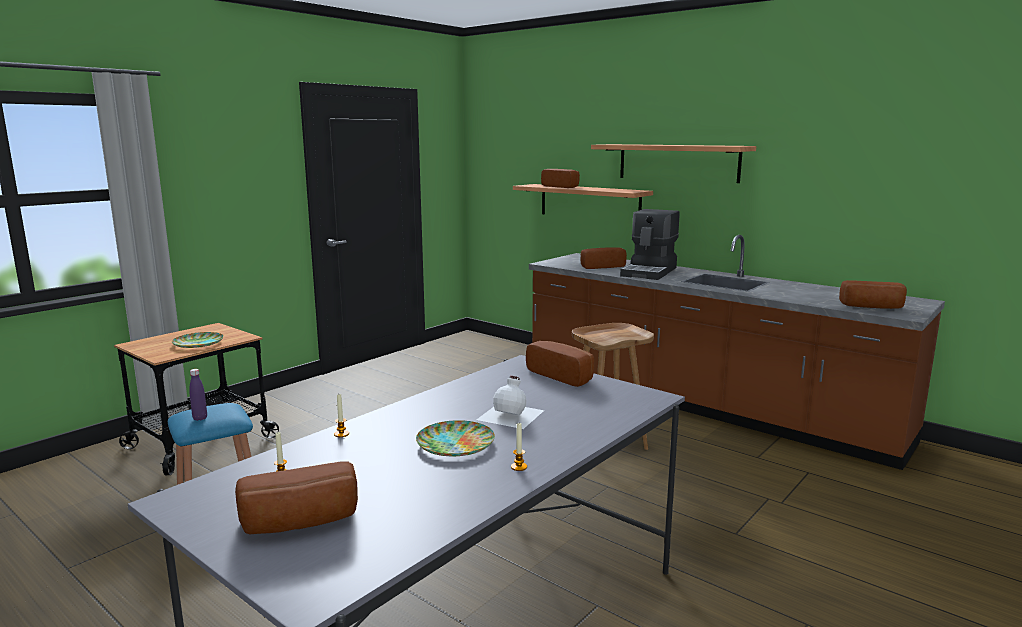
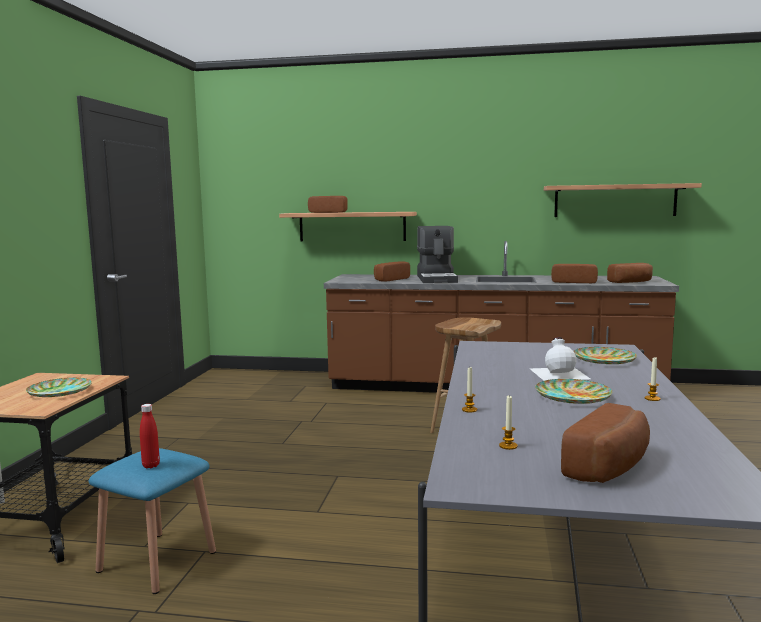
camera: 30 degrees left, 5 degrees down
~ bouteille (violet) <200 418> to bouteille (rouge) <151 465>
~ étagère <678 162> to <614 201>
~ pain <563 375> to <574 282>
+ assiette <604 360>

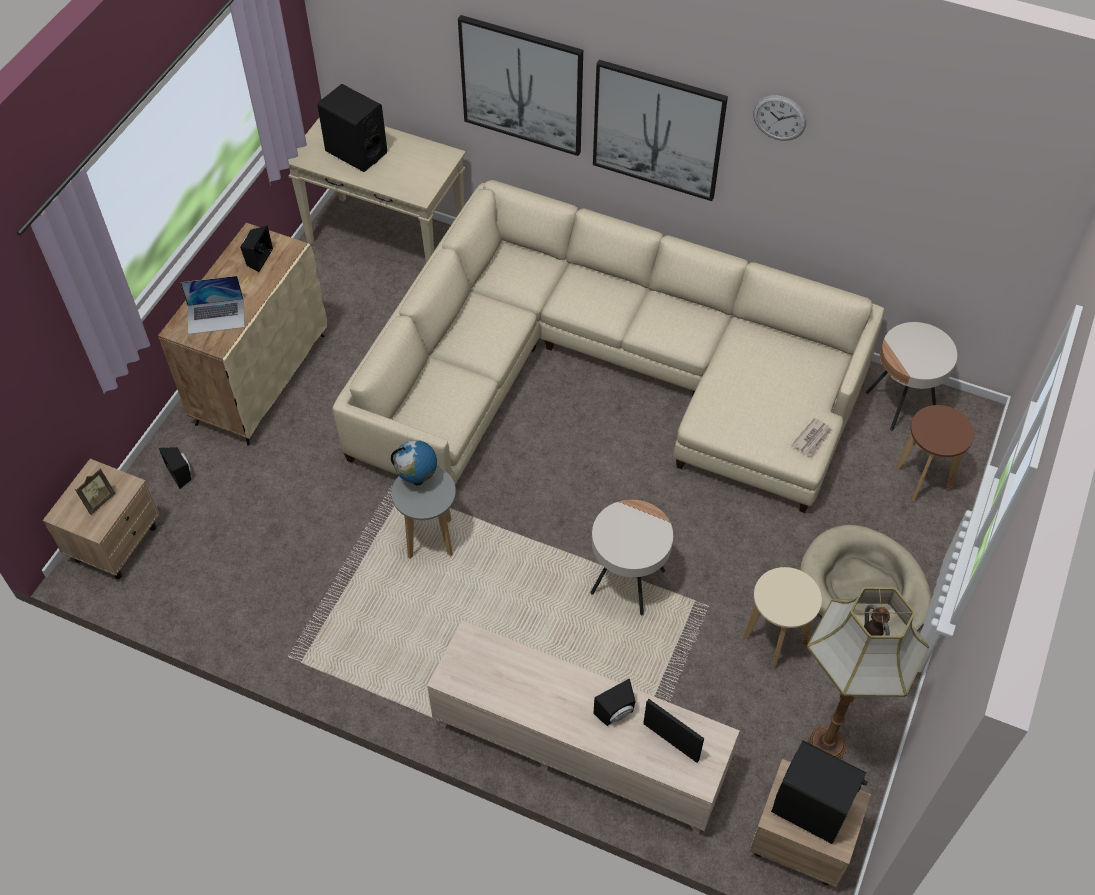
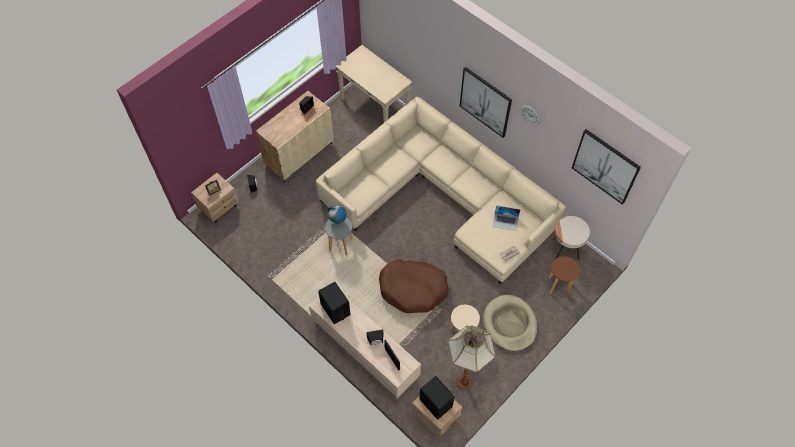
camera: 20 degrees right, 5 degrees up
~ enceinte (noir) <356 152> to <335 309>
~ table d'appoint (beige) <628 582> to panier pour chien (marron) <413 289>
~ ordinateur portable <216 316> to <505 222>
~ tableau <522 85> to <605 166>

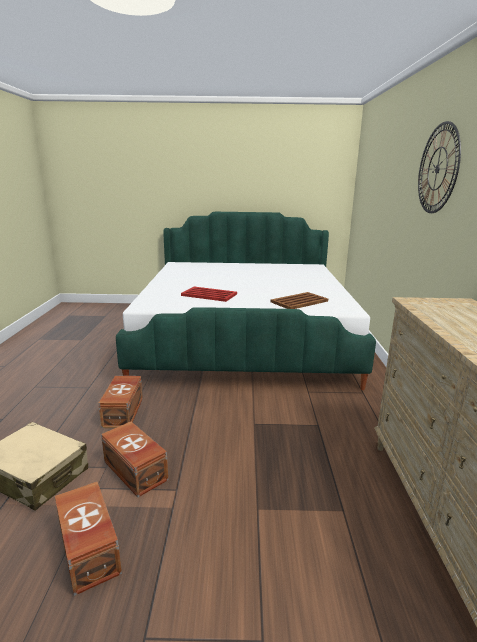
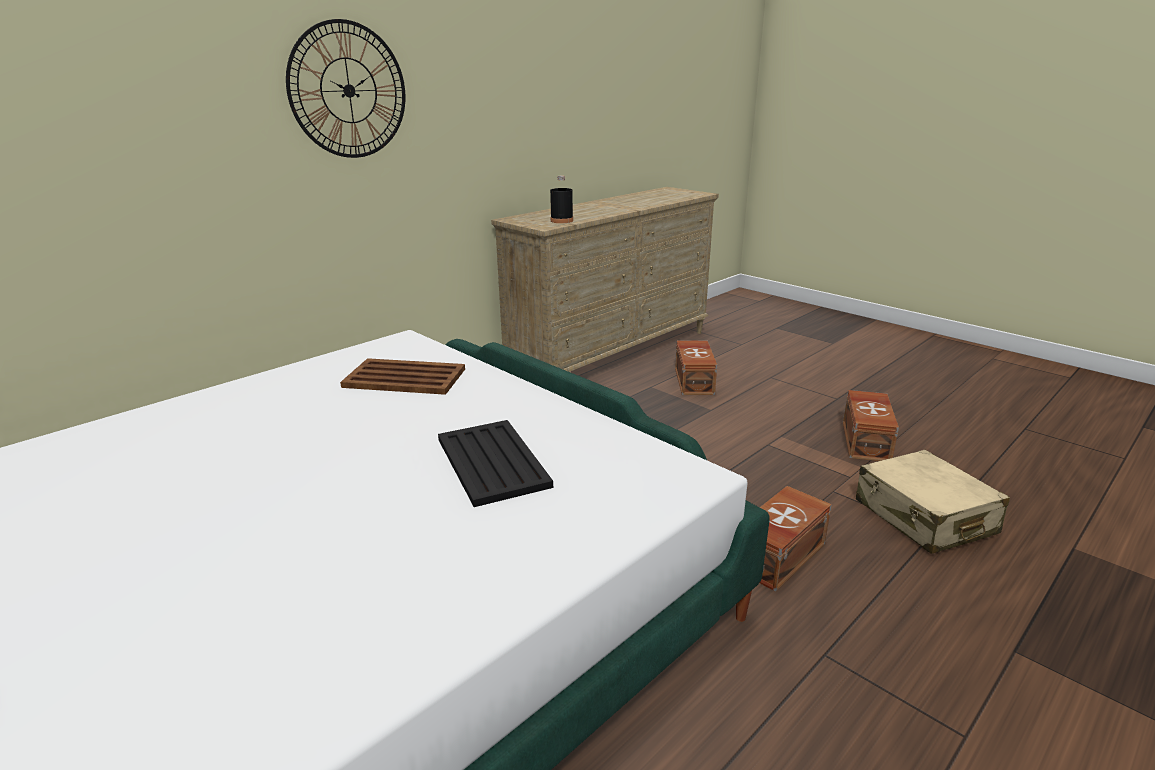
camera: 135 degrees left, 5 degrees up
~ plateau (rouge) <209 295> to plateau (noir) <492 461>
+ bouteille (noir) <561 221>
~ boîte de rangement (marron) <135 471> to <694 380>

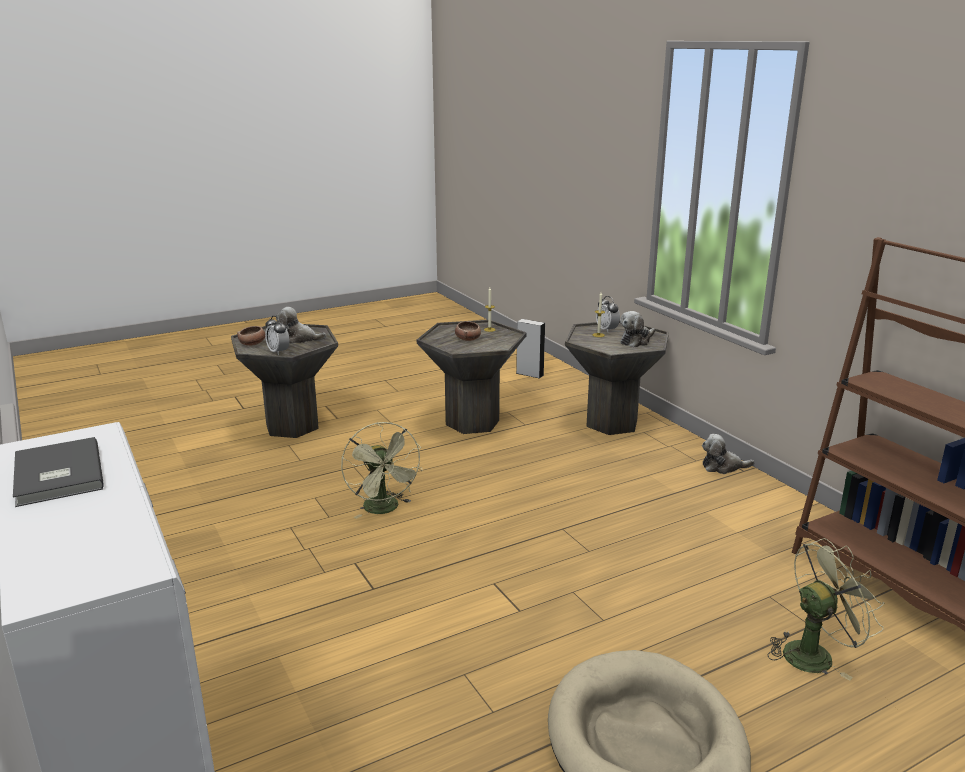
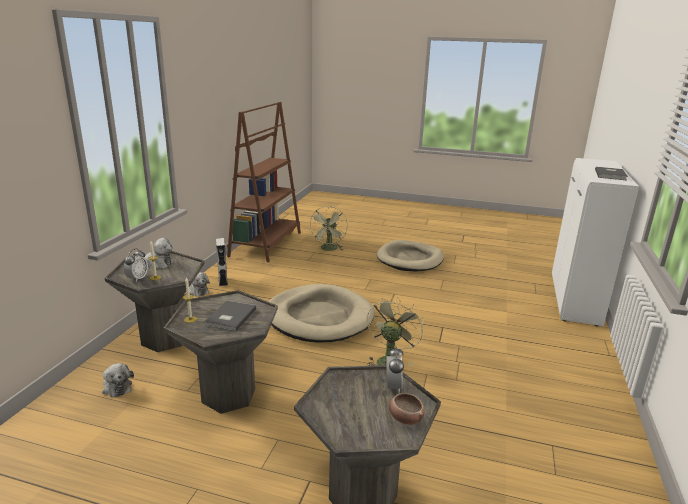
camera: 135 degrees left, 0 degrees up
~ peluche <298 339> to <117 386>
~ bol <468 339> to livre (gris) <229 317>
~ enceinte (gris) <529 374> to <223 281>
+ panier pour chien (beige) <318 317>
~ ventilateur (vert) <815 653> = <329 249> 105 degrees counterclockwise

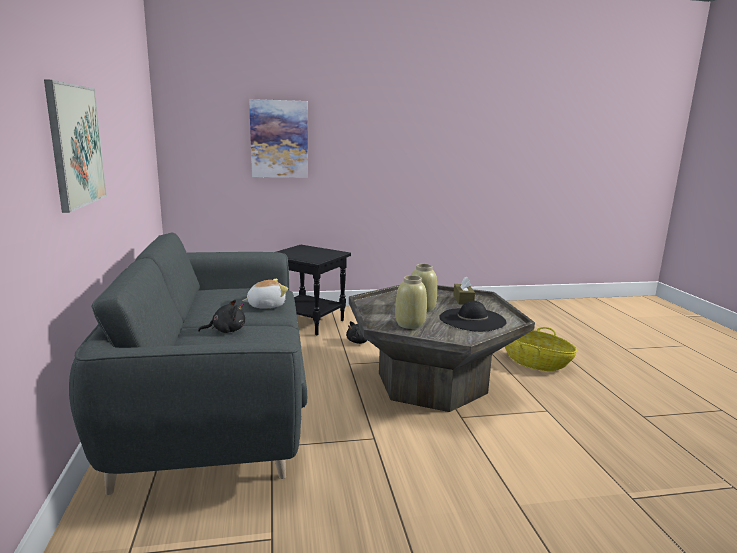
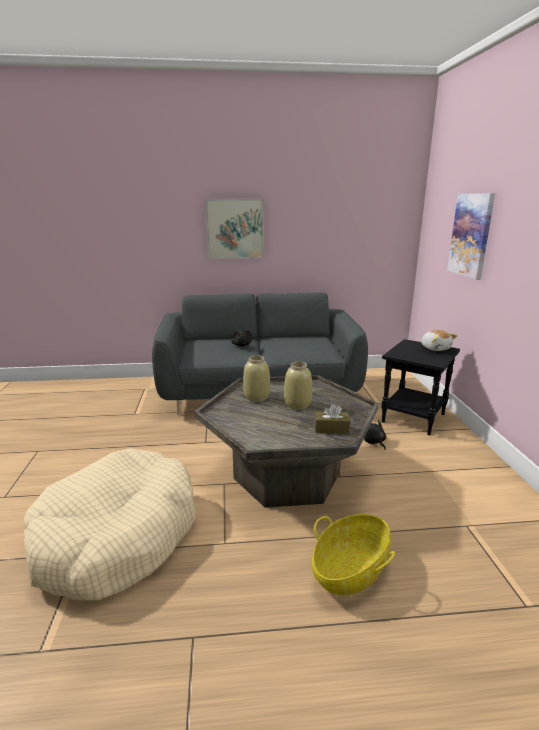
camera: 95 degrees right, 5 degrees up
+ panier pour chien (beige) <117 536>
~ peluche <266 305> to <435 348>
- chapeau (noir) <472 319>

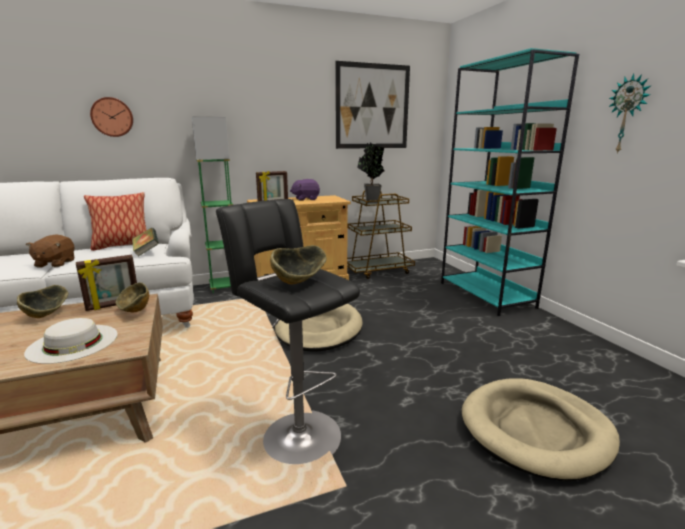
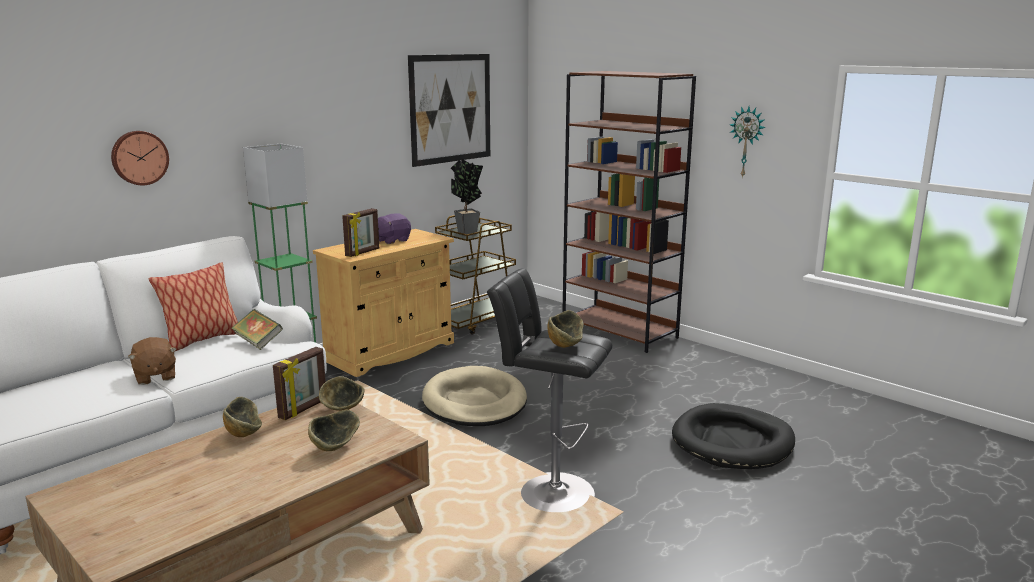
camera: 25 degrees left, 0 degrees up
~ chapeau (blanc) <73 343> to bol <334 447>
~ bibliothèque (turquoise) <486 295> to bibliothèque (marron) <620 332>
~ panier pour chien (beige) <535 430> to panier pour chien (noir) <733 442>

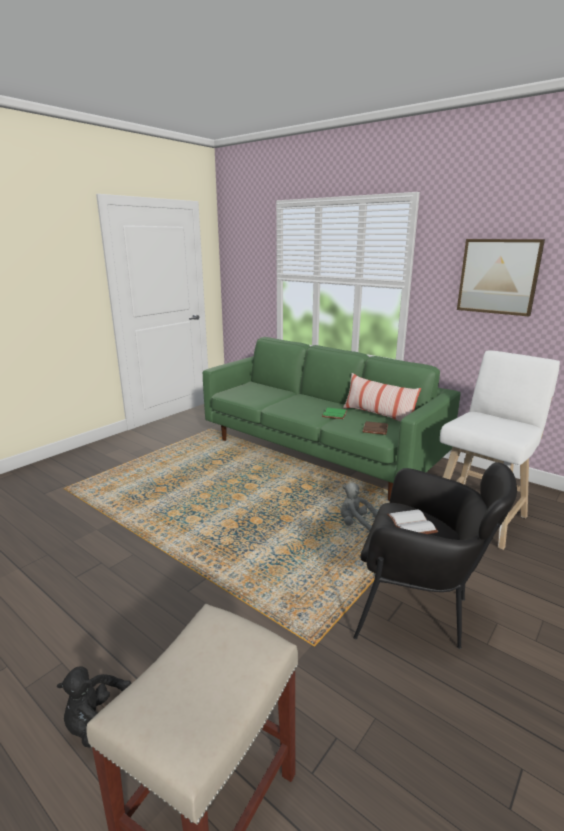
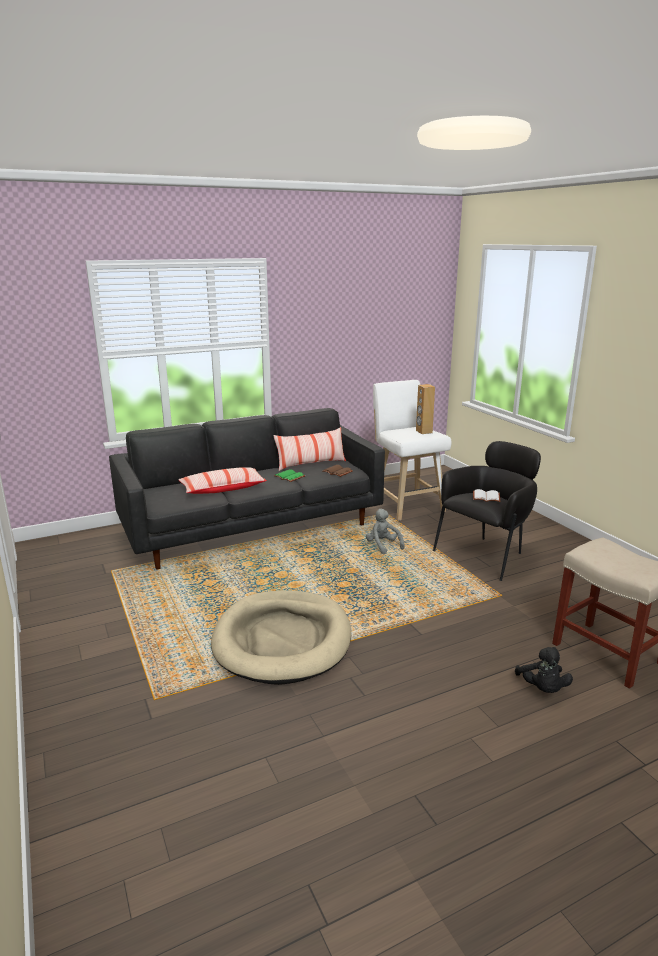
camera: 65 degrees left, 0 degrees up
~ canapé (vert) <318 454> to canapé (noir) <253 529>
+ coussin <223 489>
+ panier pour chien (beige) <282 640>
~ peluche (gris) <357 524> = <383 546> 105 degrees clockwise
+ enceinte (marron) <423 432>
- tableau <498 276>

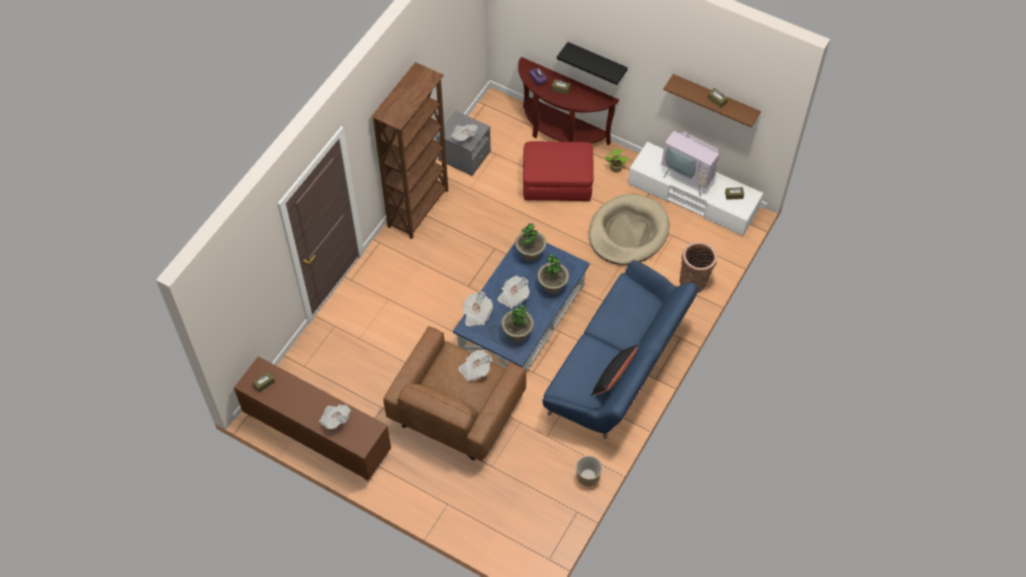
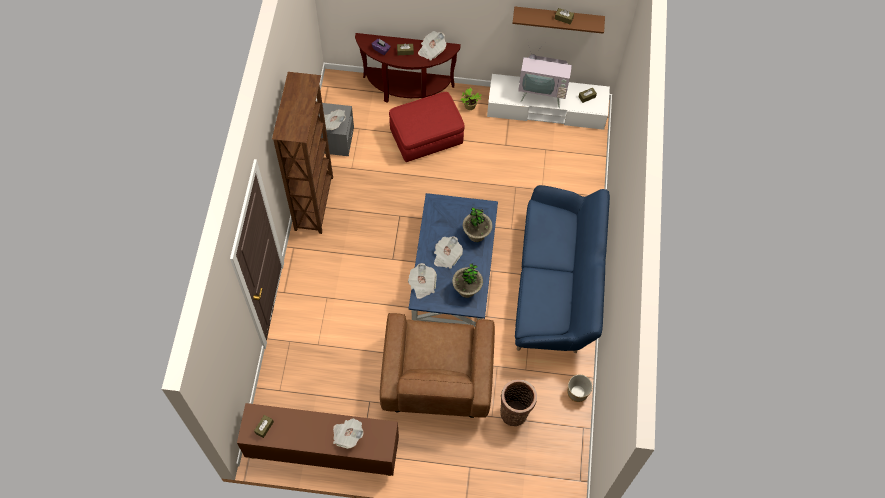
camera: 25 degrees left, 5 degrees up
~ journal <475 369> to <431 50>
~ panier <694 281> to <515 411>
- plante en pot <530 254>
- étagère (noir) <596 62>
- panier pour chien (beige) <628 232>
- coussin (noir) <613 377>

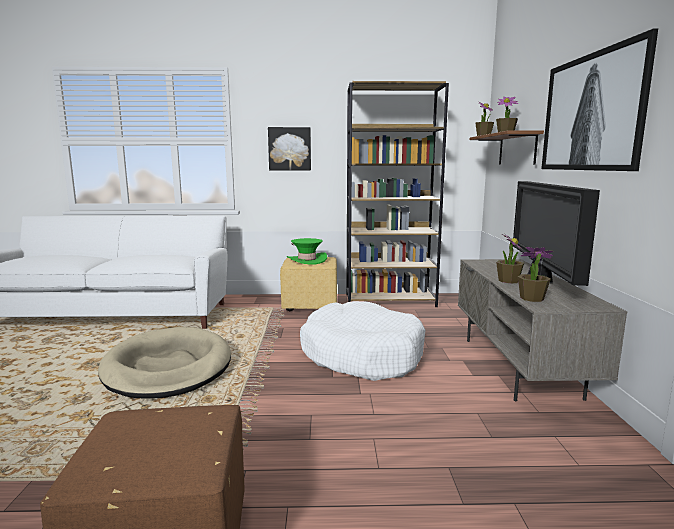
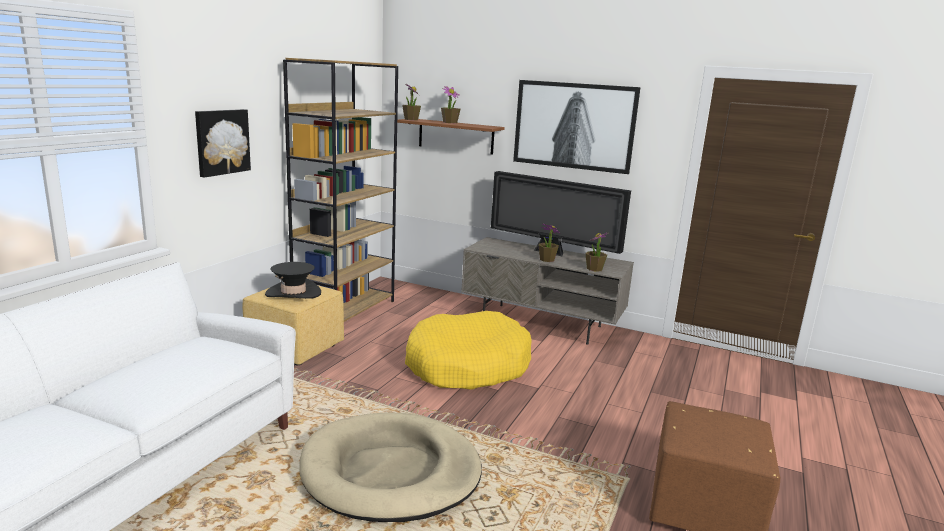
camera: 65 degrees left, 5 degrees up
~ chapeau (vert) <307 260> to chapeau (noir) <293 293>
~ panier pour chien (blanc) <361 355> to panier pour chien (jaune) <467 366>

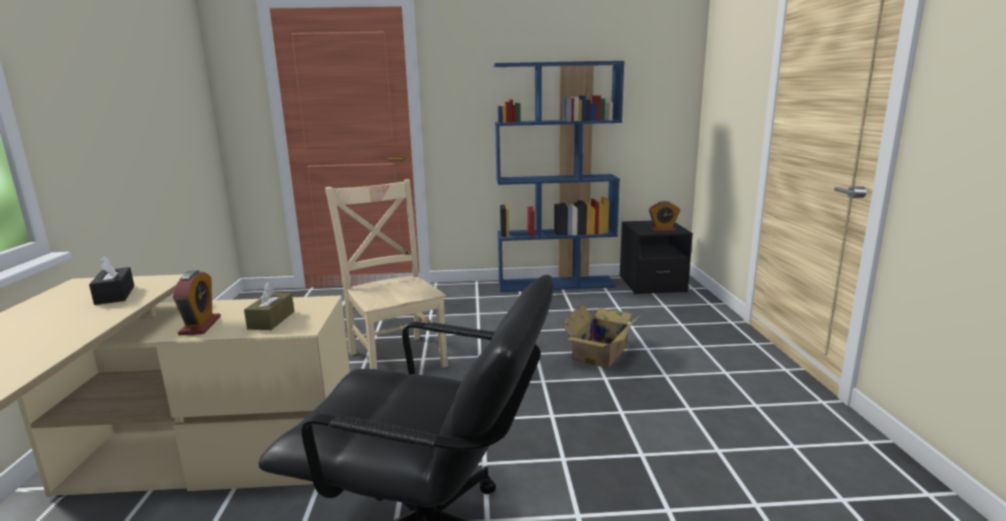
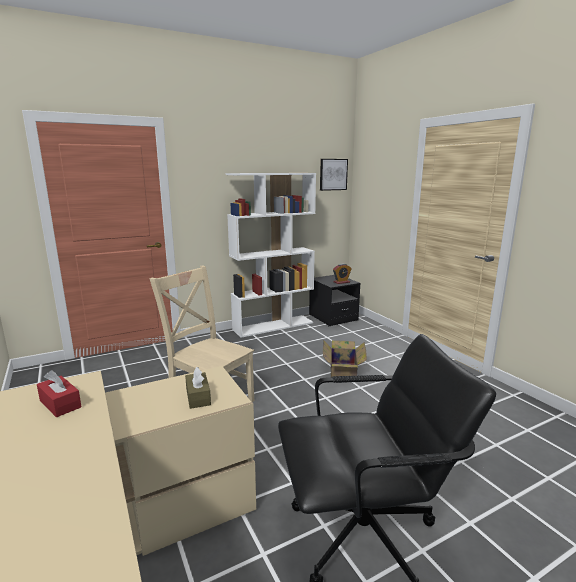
camera: 25 degrees left, 0 degrees up
~ boîte à mouchoirs (noir) <115 295> to boîte à mouchoirs (rouge) <60 404>
~ bibliothèque (bleu) <556 284> to bibliothèque (blanc) <273 326>
+ tableau <333 174>
- réveil <200 326>

